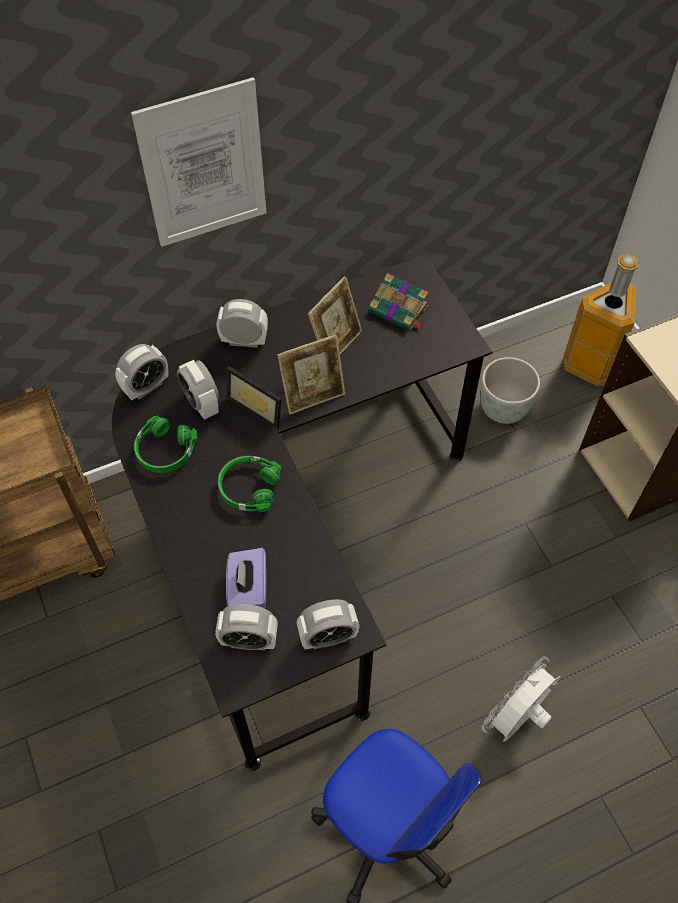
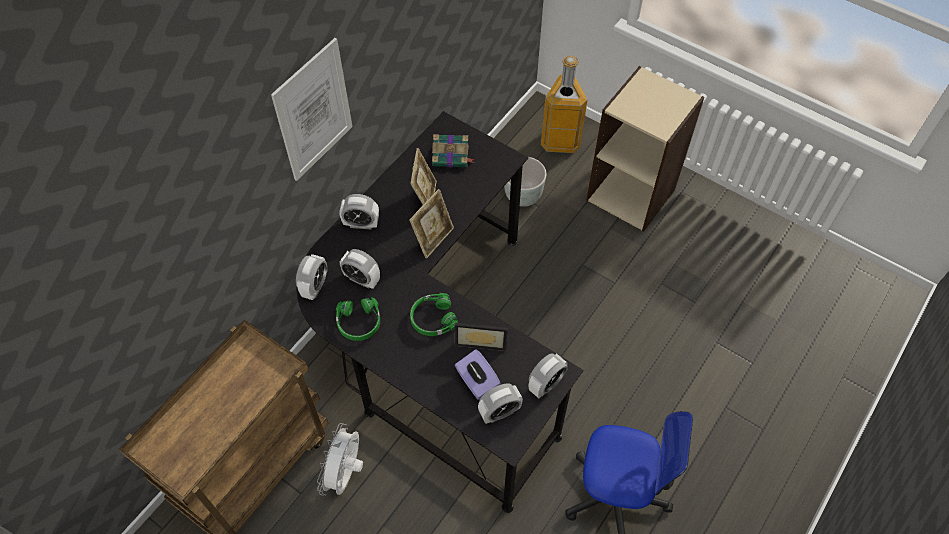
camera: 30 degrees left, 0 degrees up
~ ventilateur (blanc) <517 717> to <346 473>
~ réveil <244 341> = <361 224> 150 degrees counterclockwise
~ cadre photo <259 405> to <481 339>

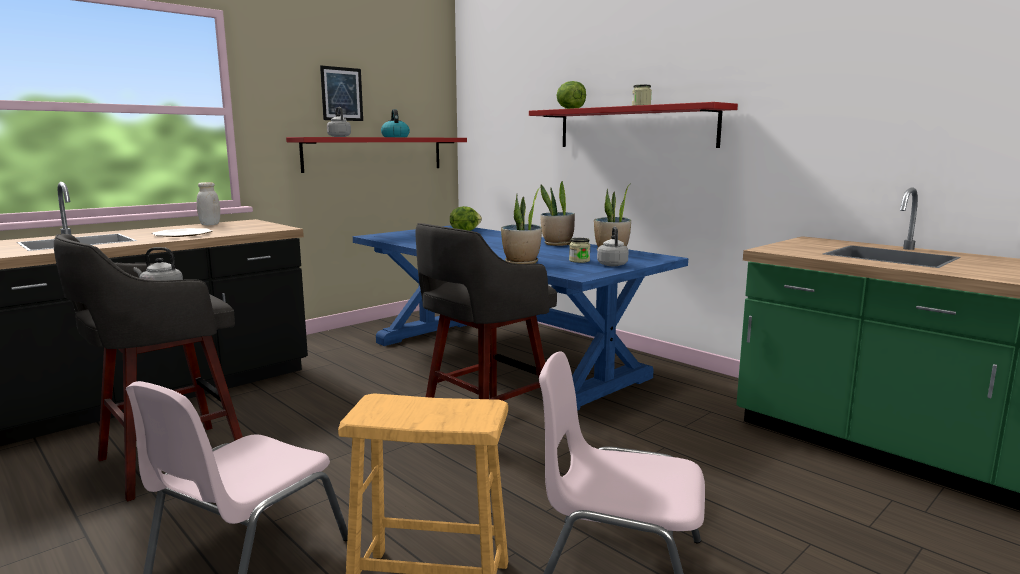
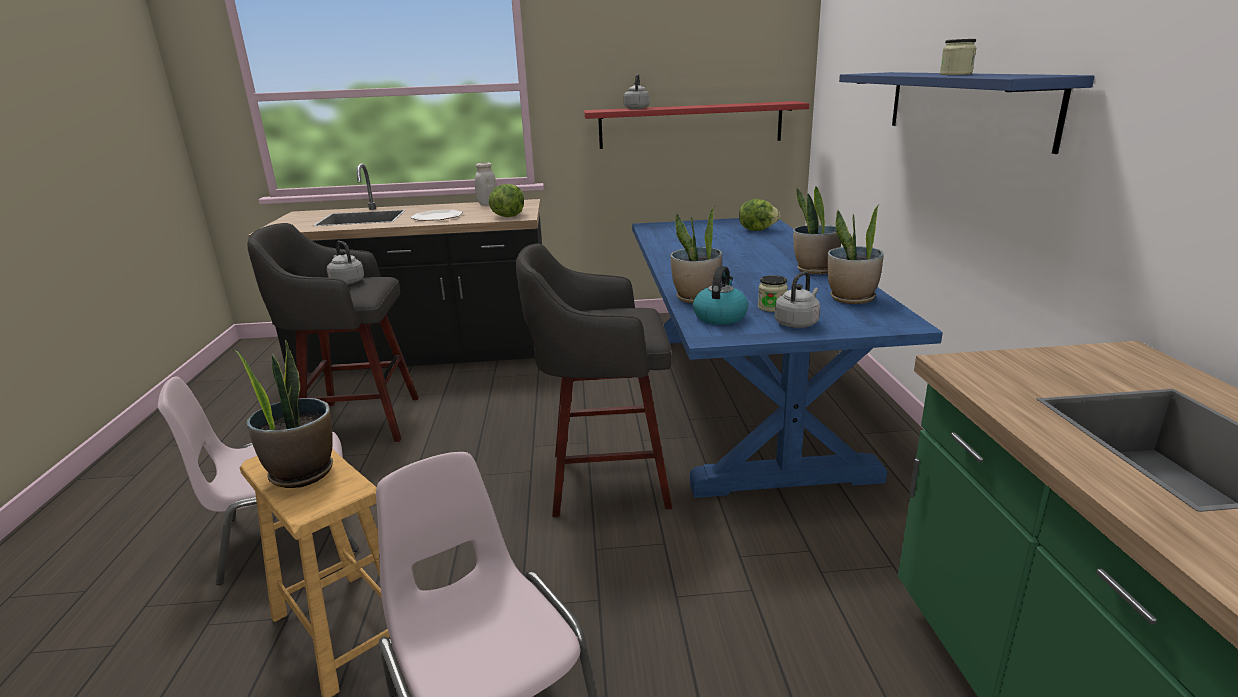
camera: 40 degrees right, 10 degrees up
+ plante en pot <302 472>
~ laitue <570 109> to <508 216>
~ bouilloire <395 137> to <720 316>
~ étagère (rouge) <634 127> to étagère (bleu) <964 105>
- tableau <342 94>

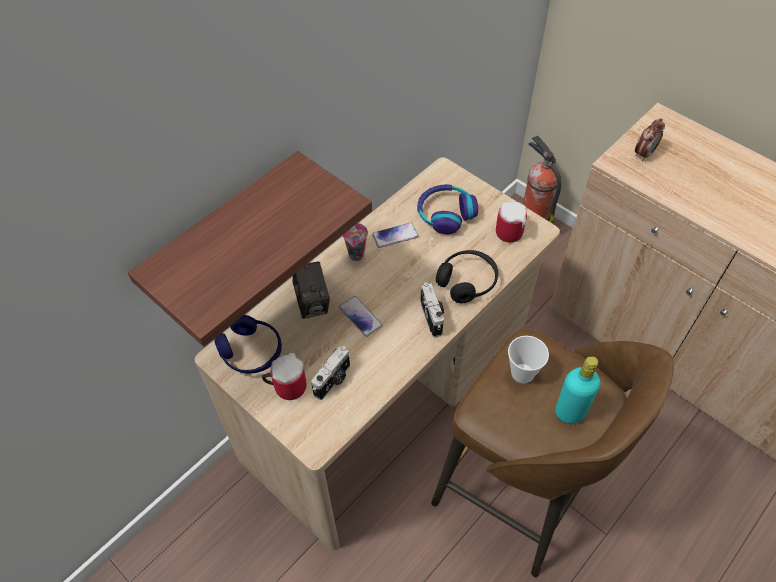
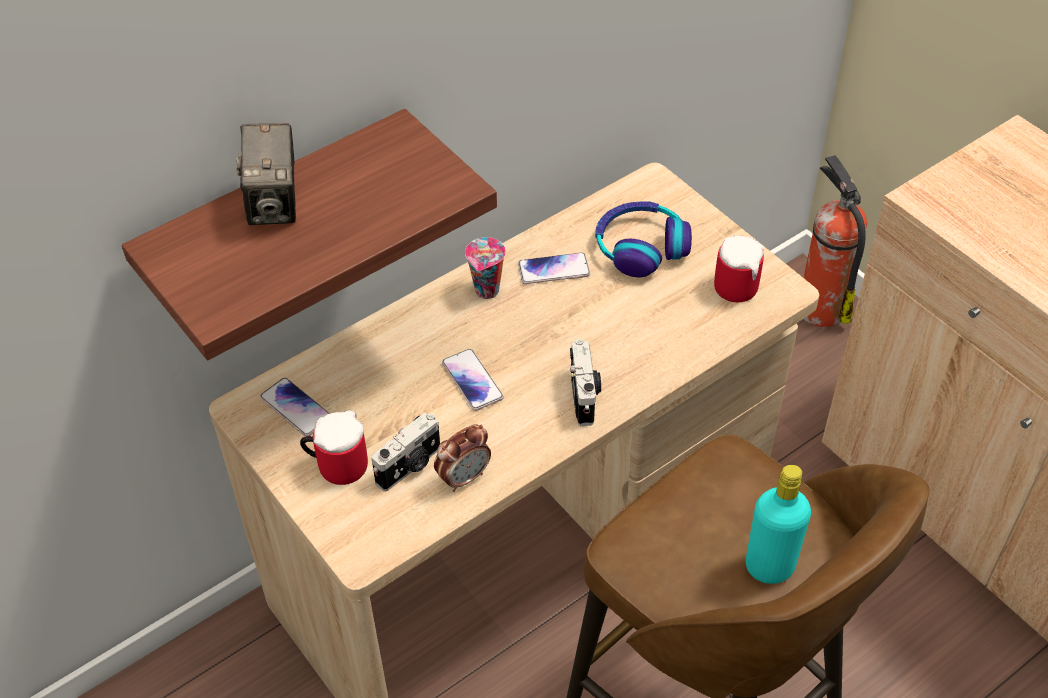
camera: 10 degrees right, 5 degrees down
~ appareil photo <312 303> to <275 204>
~ casque audio (bleu) <251 352> to téléphone <295 408>
~ réveil <644 154> to <464 477>
- casque audio (noir) <467 281>
- tasse <522 373>

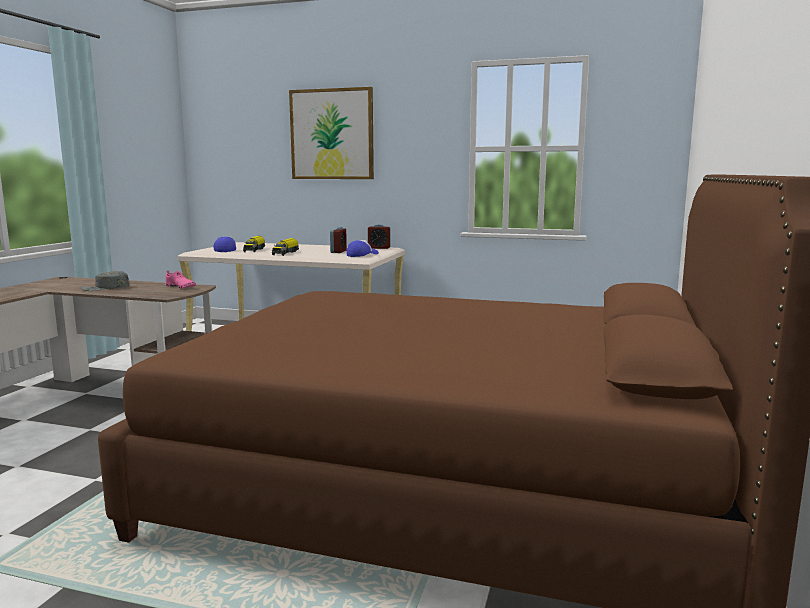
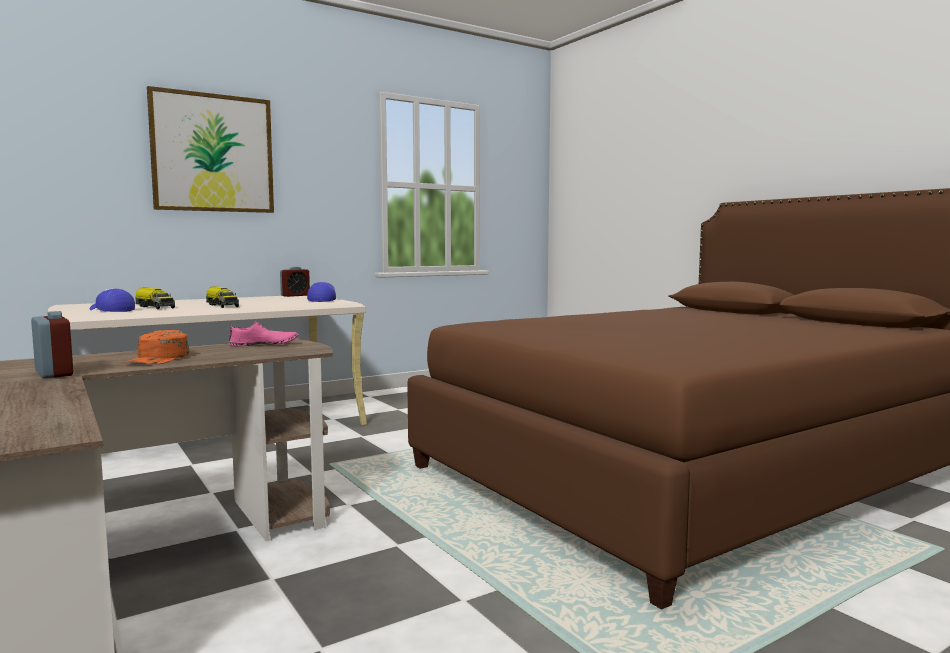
camera: 50 degrees left, 5 degrees down
~ réveil <338 251> to <54 373>
~ casquette (gris) <105 288> to casquette (orange) <158 359>

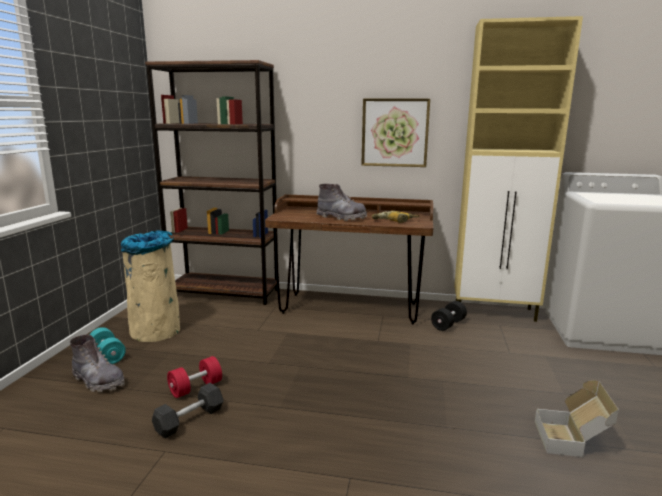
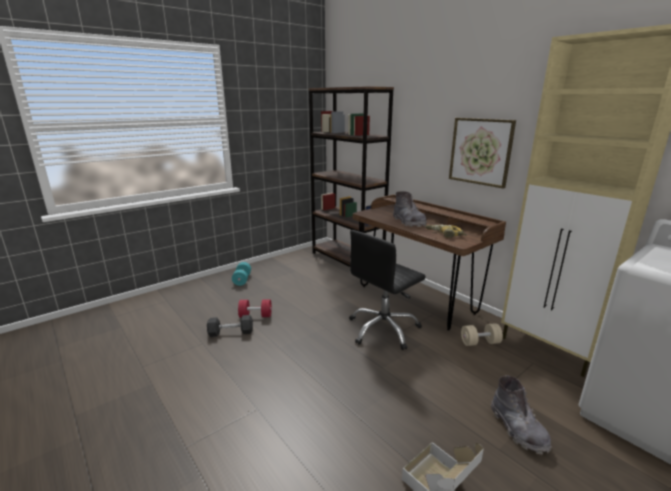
camera: 40 degrees right, 5 degrees up
+ chaise de bureau (noir) <383 329>
~ haltère (noir) <448 324> to haltère (beige) <480 342>
~ botte (gris) <98 381> to <517 429>
- poubelle (beige) <156 330>

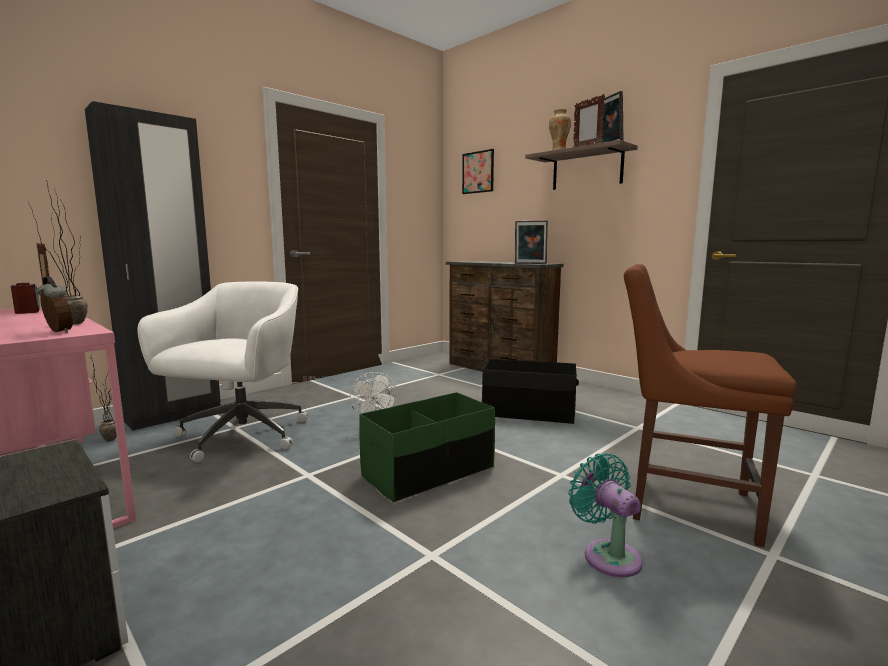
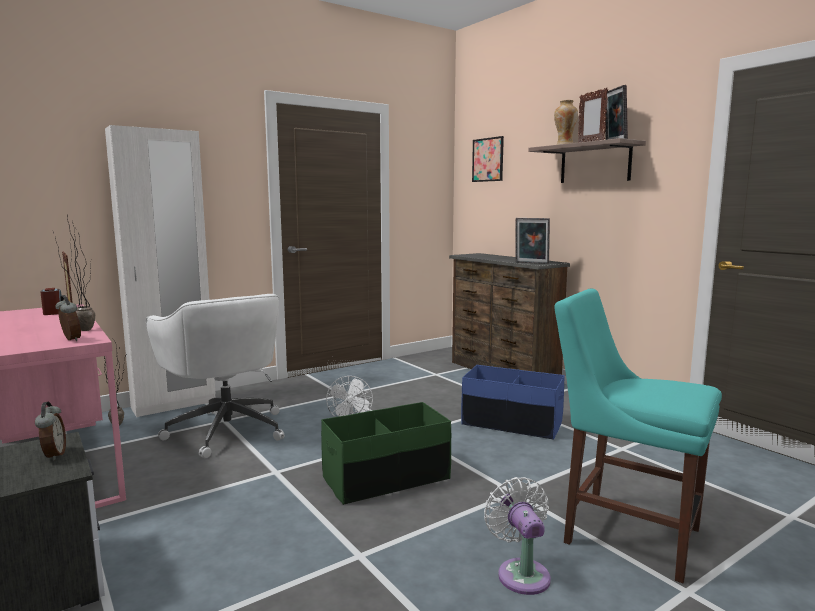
camera: 10 degrees right, 0 degrees up
+ réveil <53 455>
~ armoire (noir) <174 416> to armoire (blanc) <174 405>
~ chaise de bureau (blanc) <240 436> = <226 429> 120 degrees clockwise
~ boîte de rangement (noir) <528 412> to boîte de rangement (bleu) <512 423>
~ ventilateur (turquoise) <608 554> to ventilateur (blanc) <521 573>
~ chaise (marron) <683 503> to chaise (turquoise) <624 532>

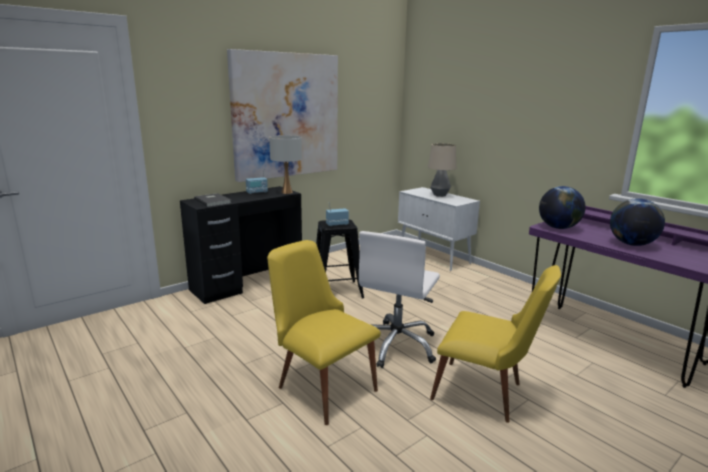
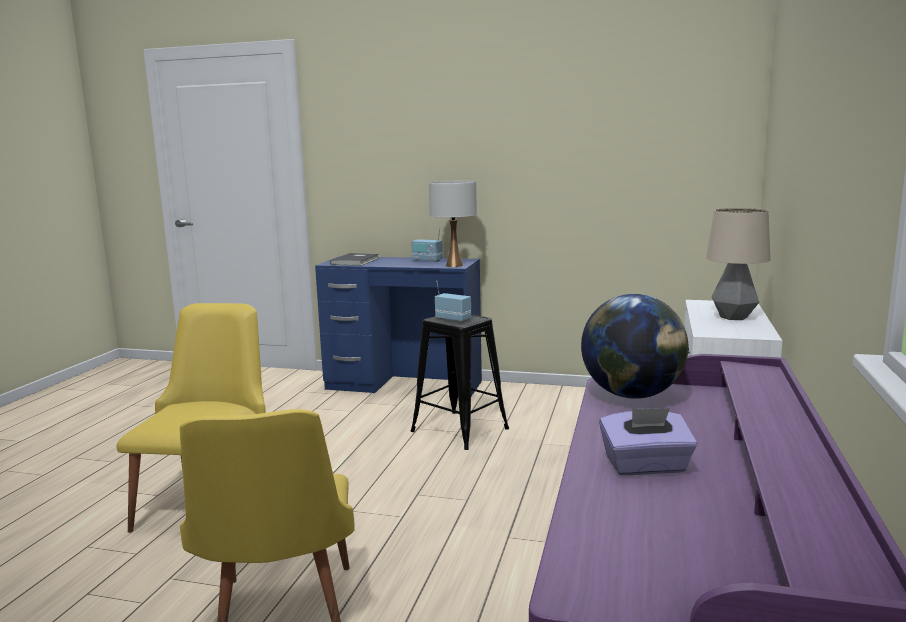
camera: 55 degrees right, 5 degrees down
~ bureau (noir) <247 283> to bureau (bleu) <404 385>
~ globe <631 244> to boîte à mouchoirs (violet) <646 466>
- tableau <286 115>
- chaise de bureau (blanc) <396 345>

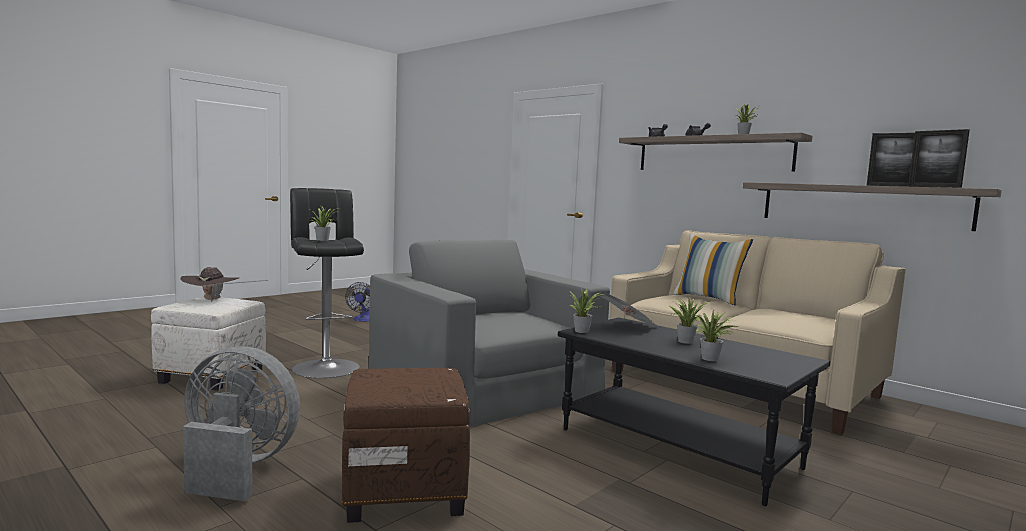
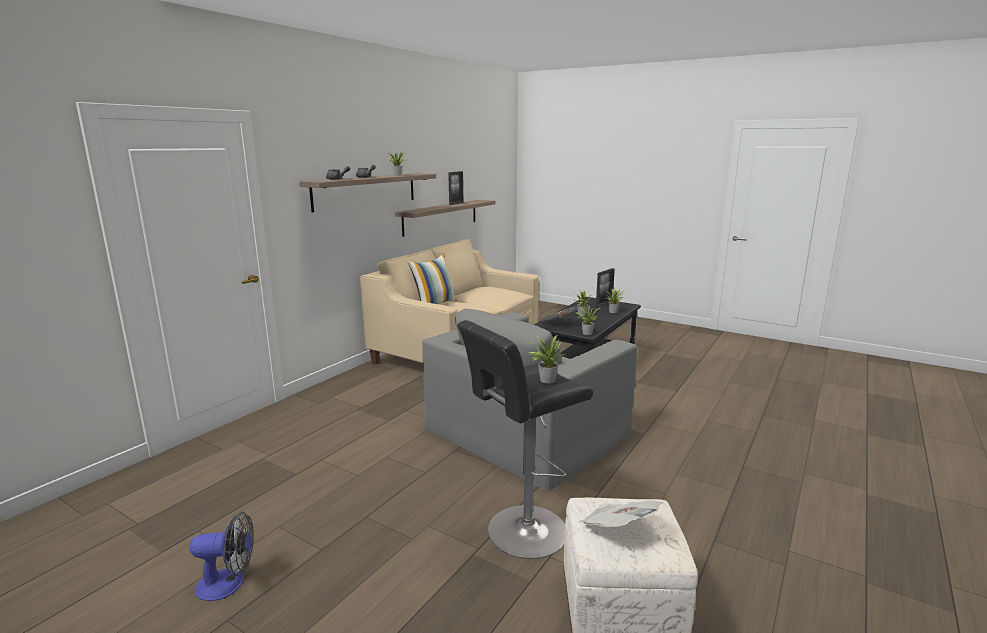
camera: 100 degrees left, 10 degrees up
~ chapeau (marron) <211 300> to journal <618 530>
~ cadre photo <934 187> to <604 305>
- ventilateur (gris) <237 468>
- pouf (marron) <403 493>

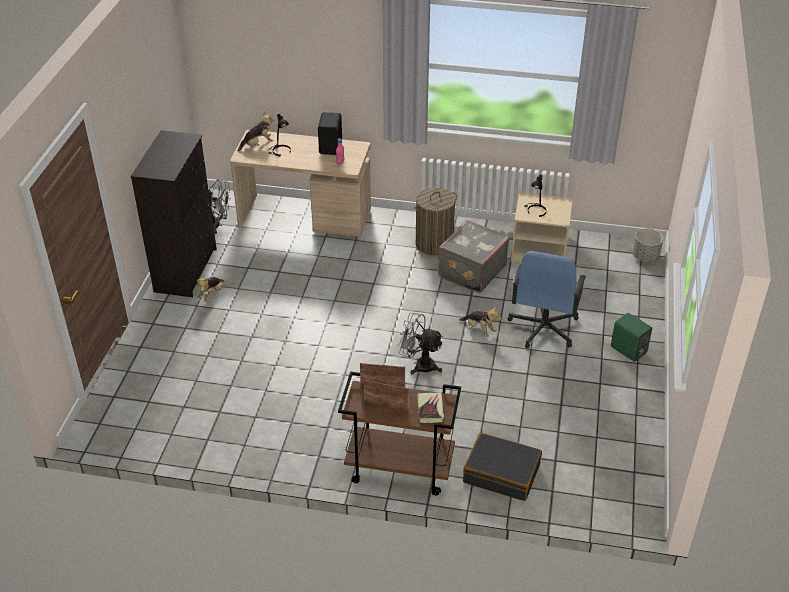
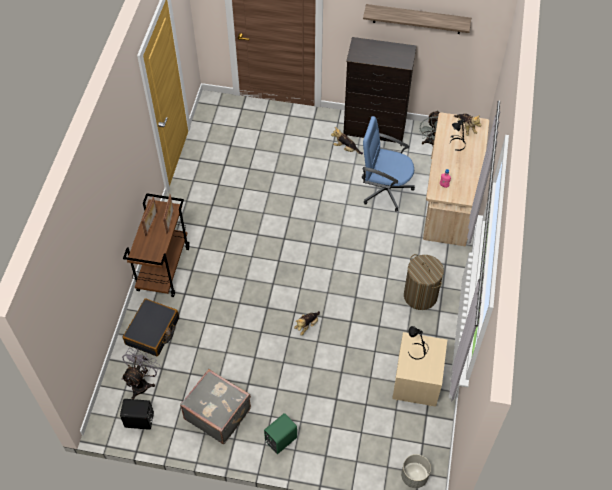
camera: 90 degrees right, 15 degrees up
~ enceinte (noir) <331 147> to <140 421>
~ ventilateur (gris) <419 364> to <142 383>
~ valise (gris) <471 271> to <218 413>
~ chaise de bureau (bleu) <543 328> to <384 189>
+ étagère <417 19>
- livre <430 409>

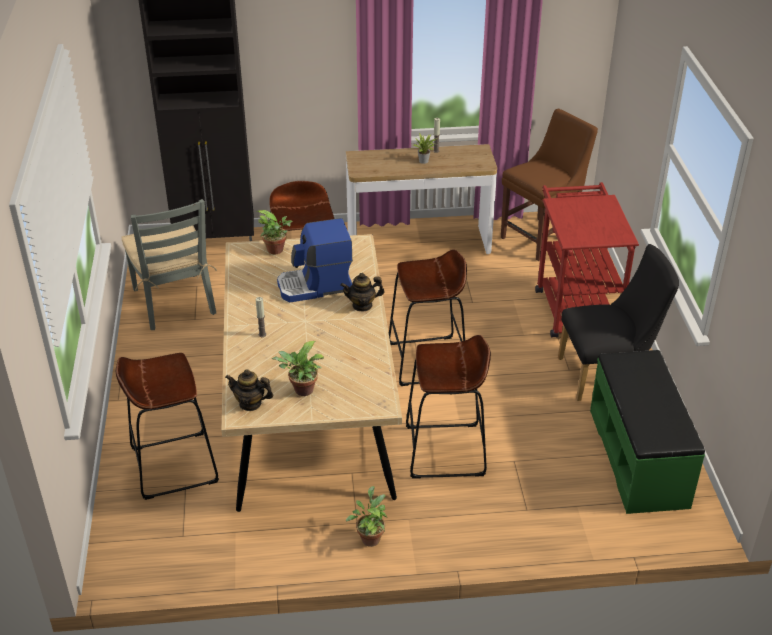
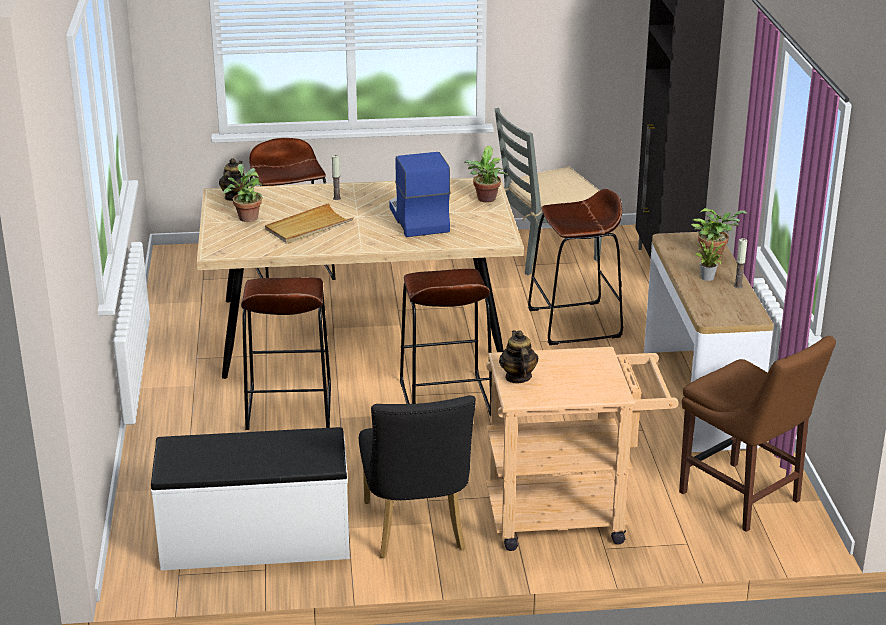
camera: 90 degrees right, 10 degrees down
~ banc (vert) <639 457> to banc (blanc) <255 540>
+ plateau (beige) <308 227>
~ chariot (rouge) <574 306> to chariot (beige) <570 516>
~ théière <362 305> to <518 377>
~ plante en pot <369 537> to <714 256>

